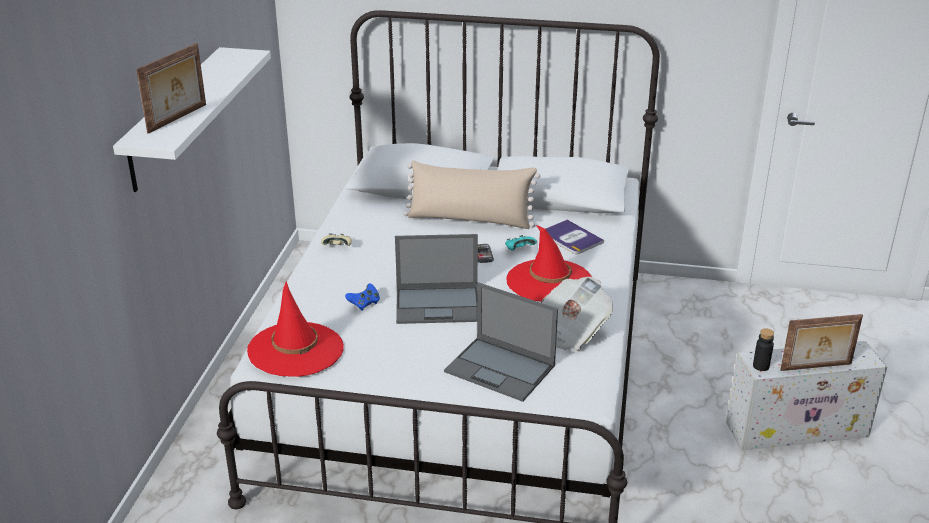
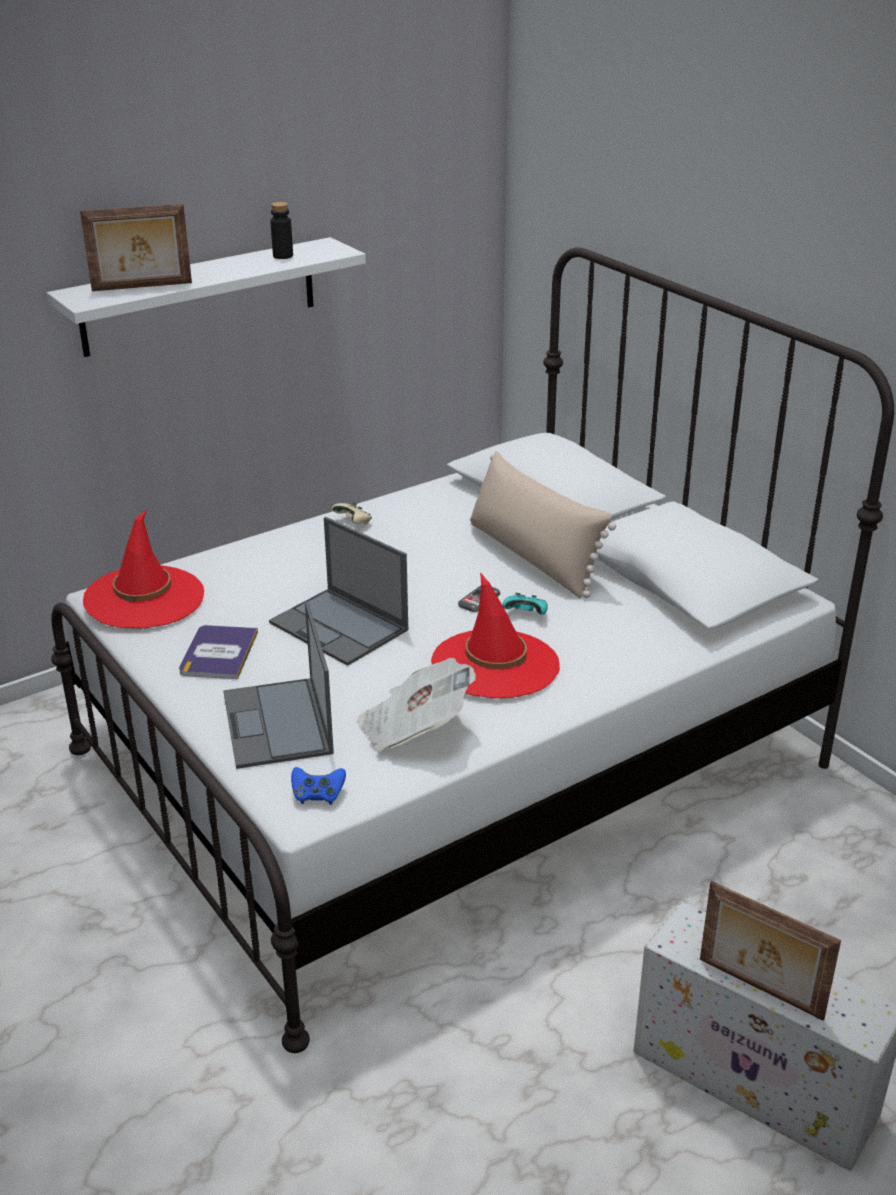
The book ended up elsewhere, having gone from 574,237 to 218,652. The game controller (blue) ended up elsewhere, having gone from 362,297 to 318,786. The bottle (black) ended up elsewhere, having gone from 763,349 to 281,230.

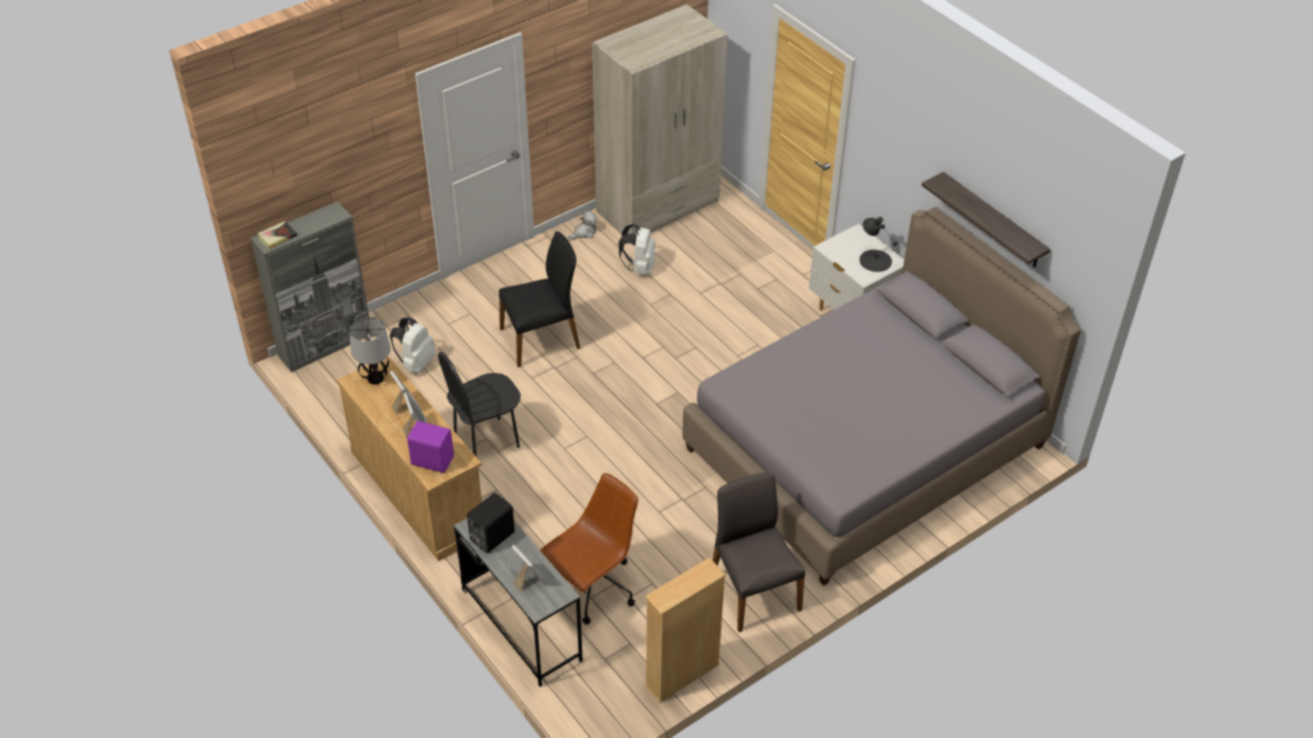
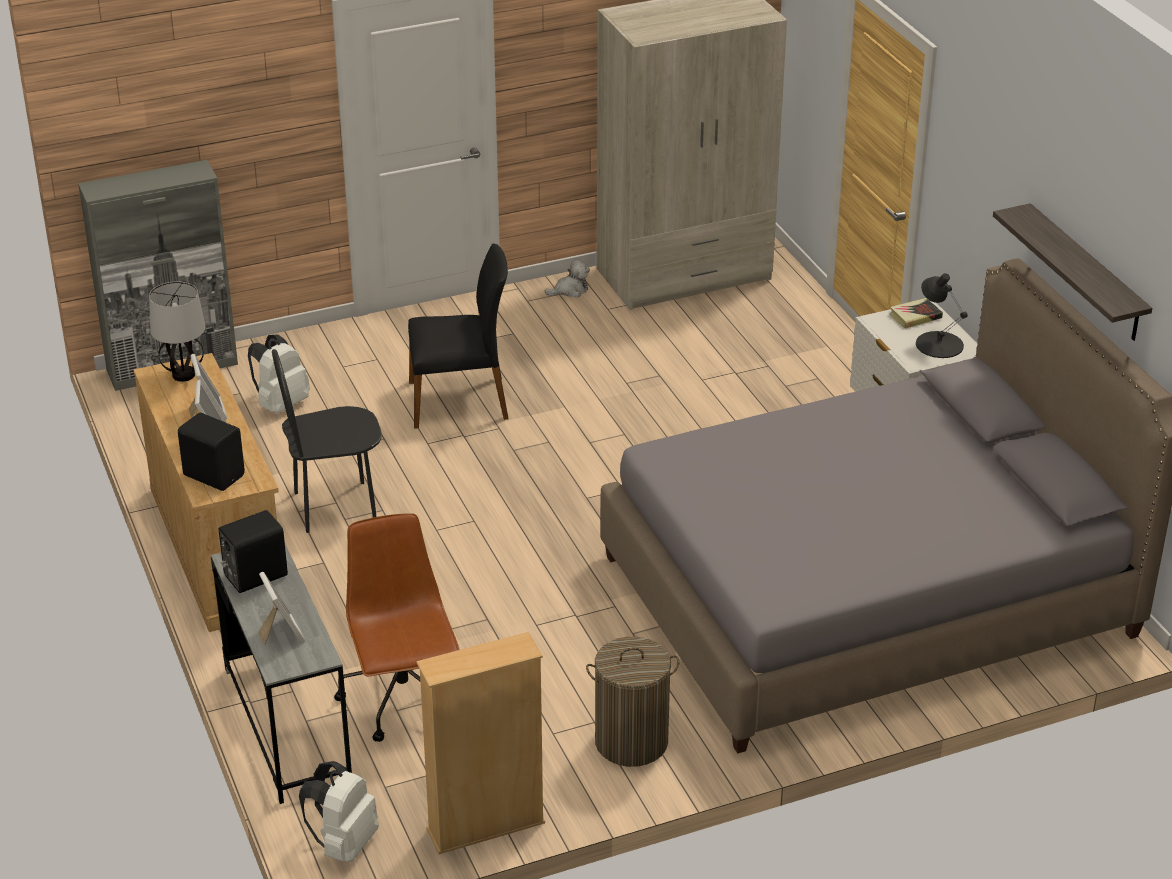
The book ended up elsewhere, having gone from 277,235 to 916,313. The backpack (white) ended up elsewhere, having gone from 637,249 to 339,811. What was the speaker (purple) at 430,447 turned into the speaker (black) at 211,452. Where the chair (grey) stood at 758,552, the laundry basket came to stand at 632,702. The office chair (brown) at 589,549 ended up facing another way, 75 degrees counterclockwise from before.

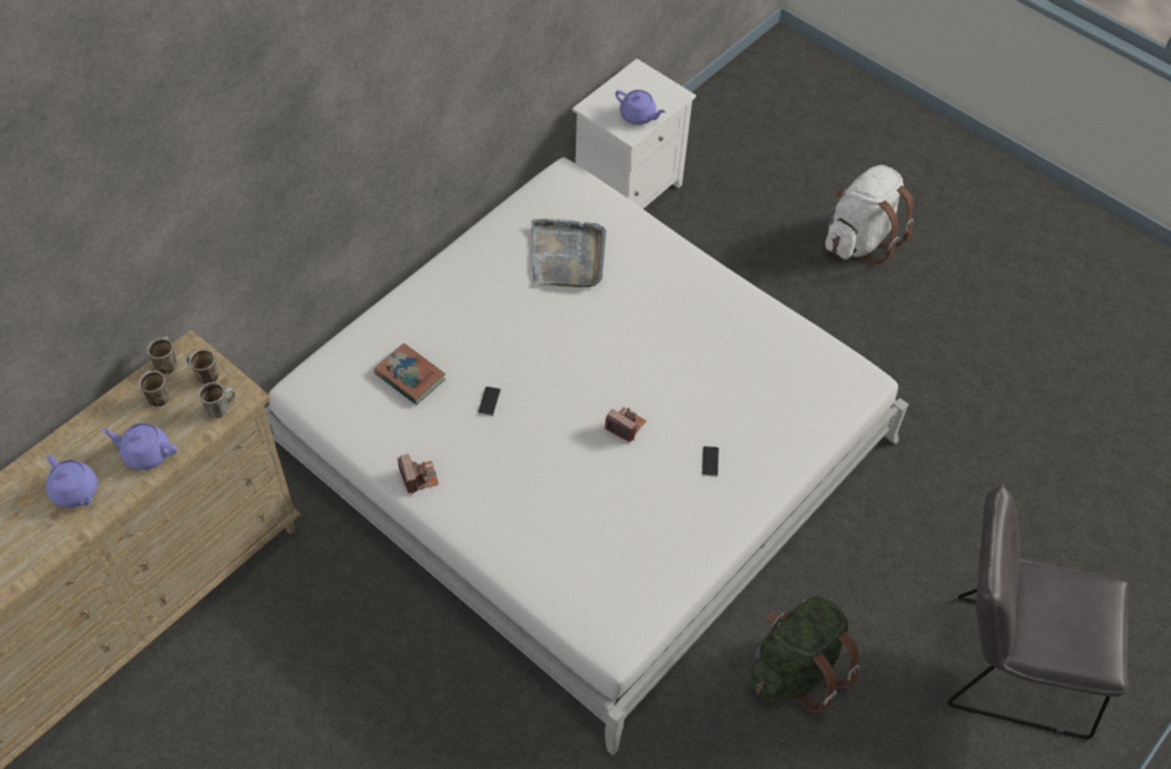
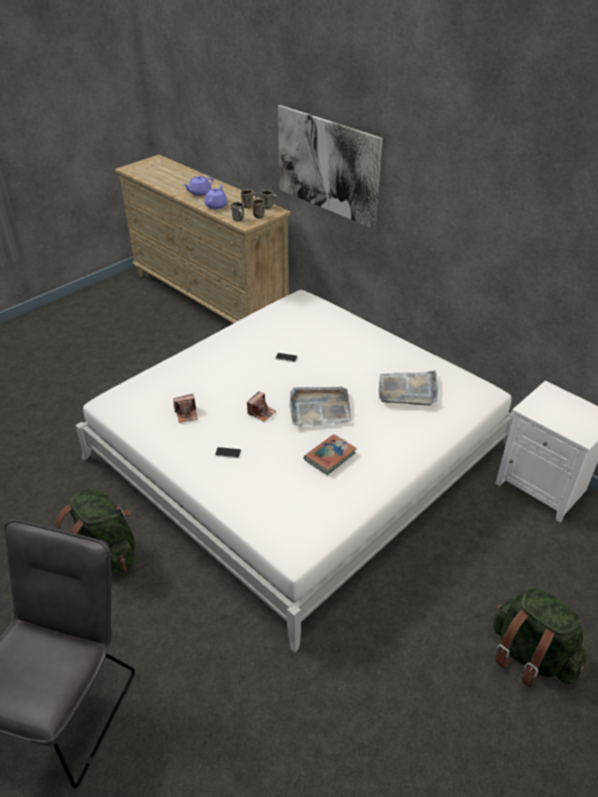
The second view lost the teapot (purple) at 640,107. What was the backpack (white) at 869,215 turned into the backpack (green) at 540,637. The book ended up elsewhere, having gone from 409,374 to 330,454. The photo camera ended up elsewhere, having gone from 418,474 to 185,408. The second view gained the picture at 330,167. The second view gained the tray (grey) at 320,406.

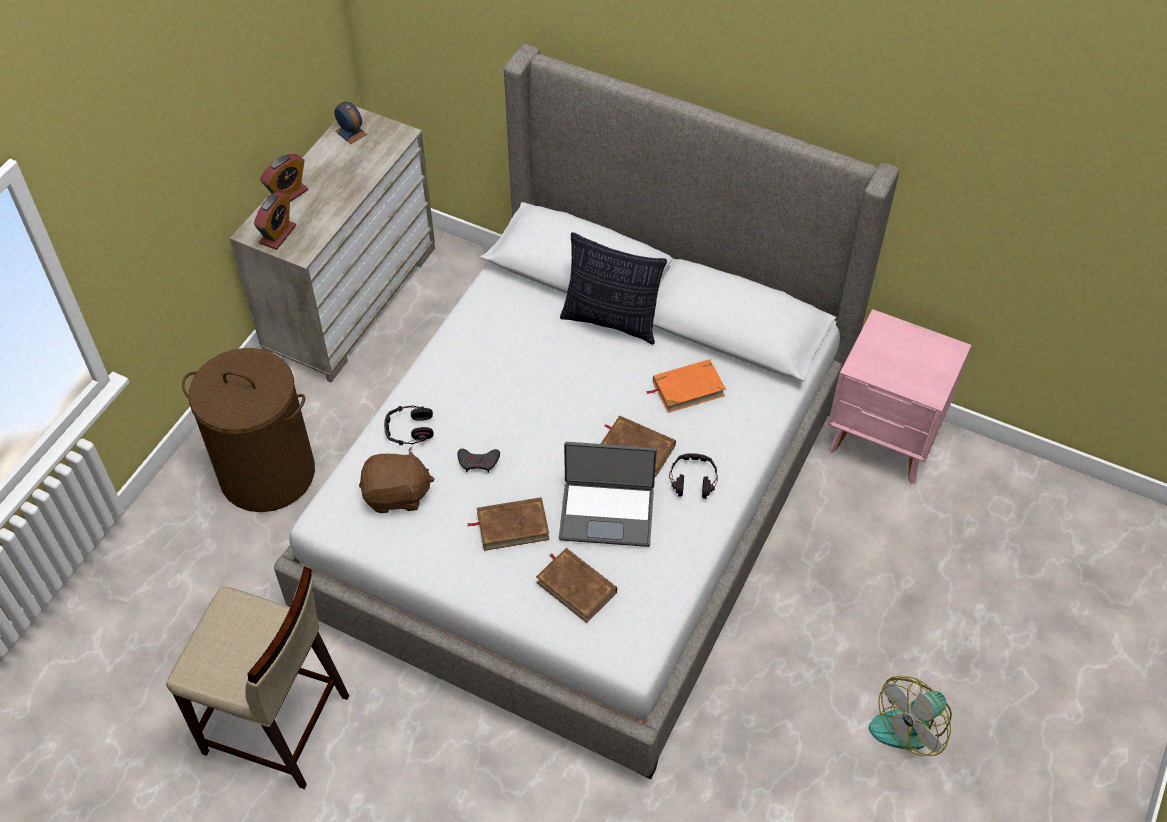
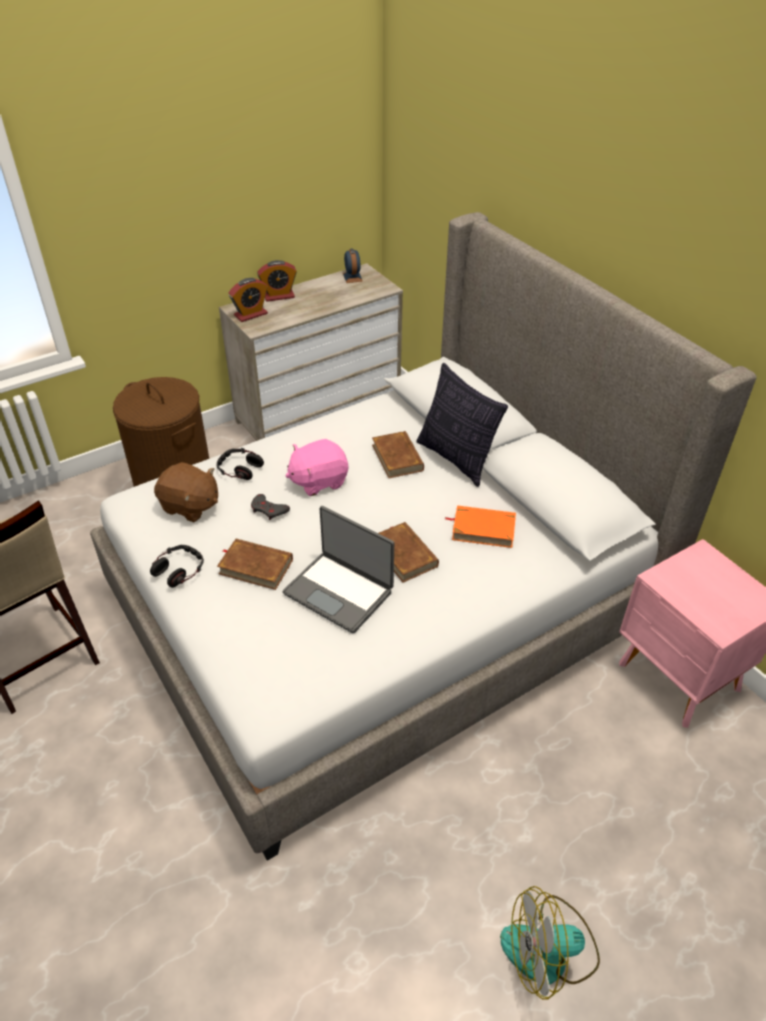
The headphones ended up elsewhere, having gone from 693,476 to 177,566. The book (brown) ended up elsewhere, having gone from 576,585 to 398,454. The second view gained the plush toy (pink) at 317,467.

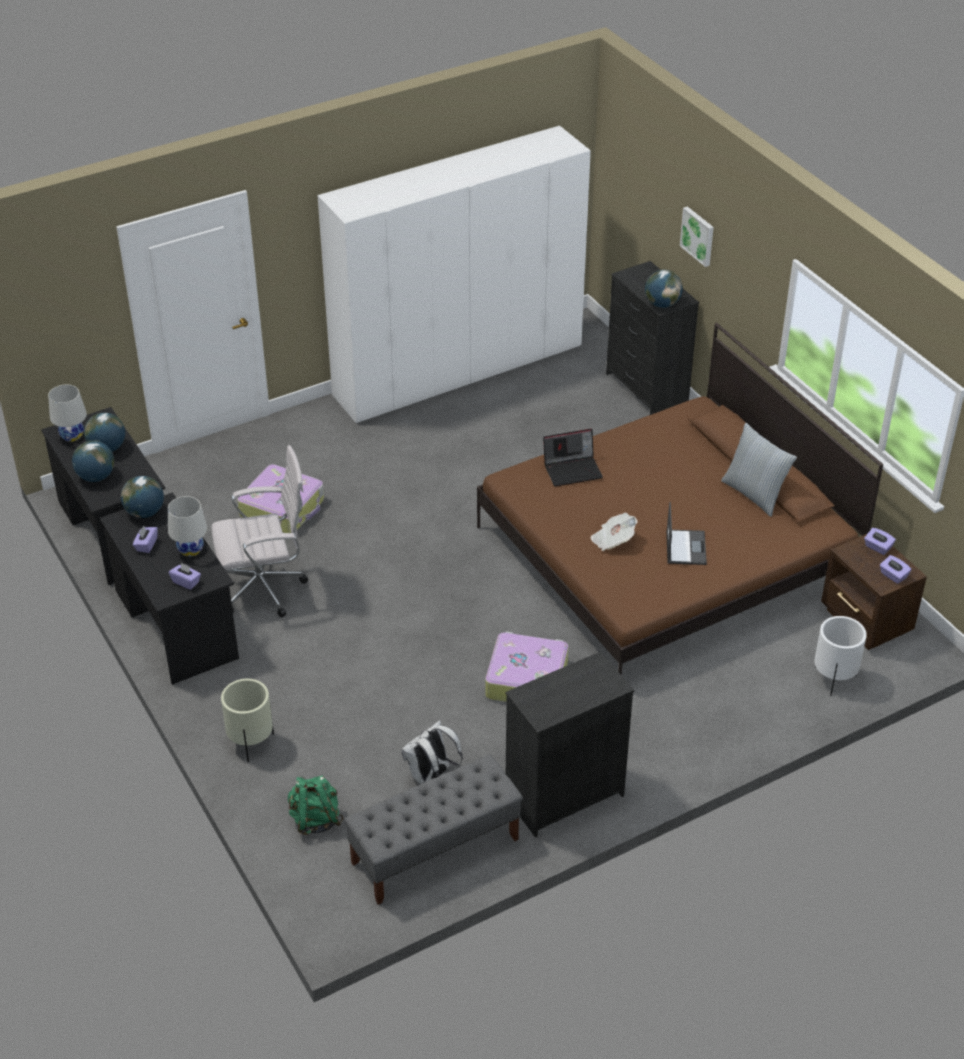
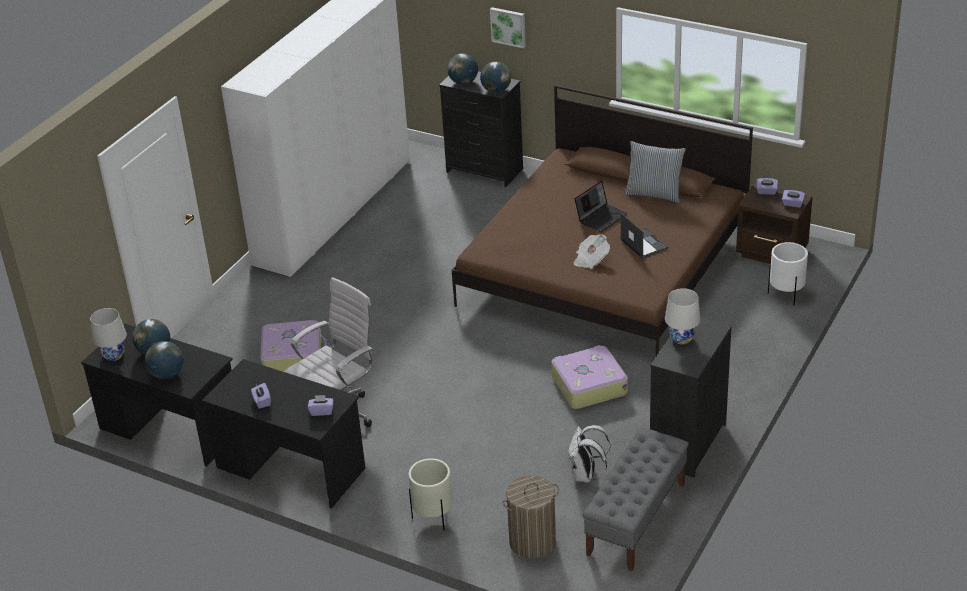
The laptop ended up elsewhere, having gone from 573,457 to 601,206. The globe ended up elsewhere, having gone from 142,497 to 462,69. The table lamp (white) ended up elsewhere, having gone from 187,526 to 683,316. Where the backpack (green) stood at 316,805, the laundry basket came to stand at 530,517.

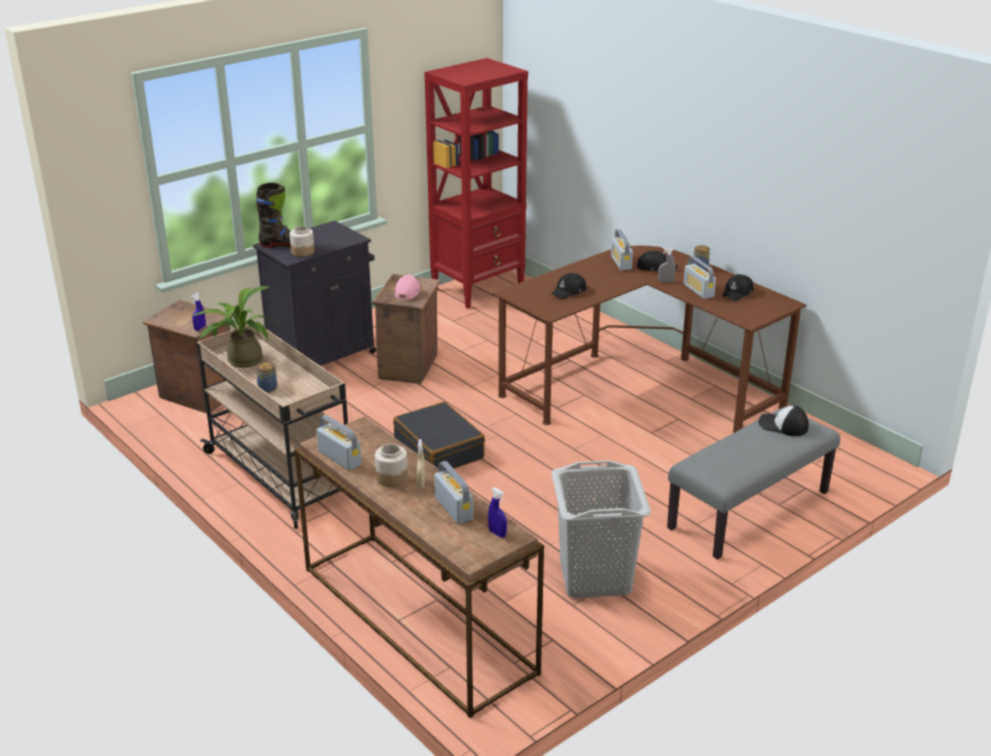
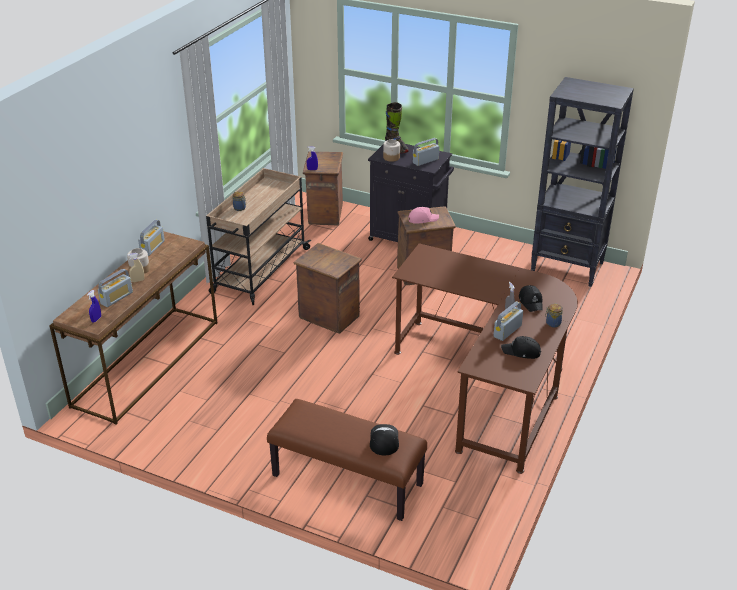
What was the bookcase (red) at 476,183 turned into the bookcase (black) at 582,182. The radio ended up elsewhere, having gone from 622,249 to 426,152. The second view lost the cap (black) at 568,286. The second view lost the potted plant at 234,327. Where the suitcase (black) stood at 439,435, the crate came to stand at 327,288. What was the bench (grey) at 753,483 turned into the bench (brown) at 347,460. The second view lost the laundry basket (grey) at 601,529.

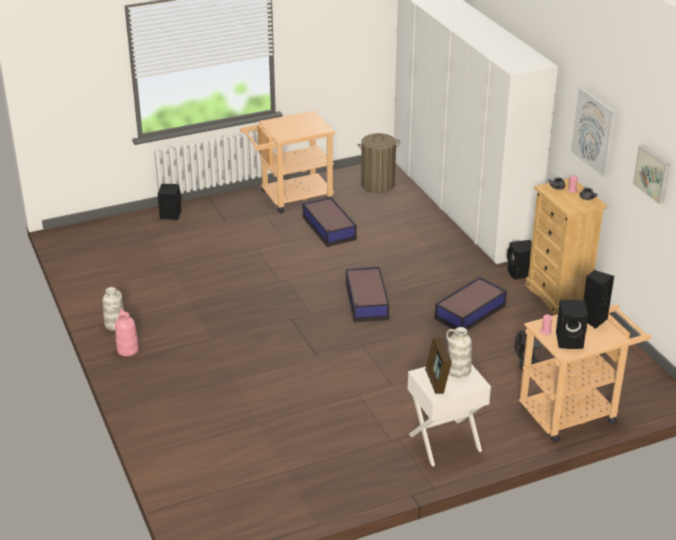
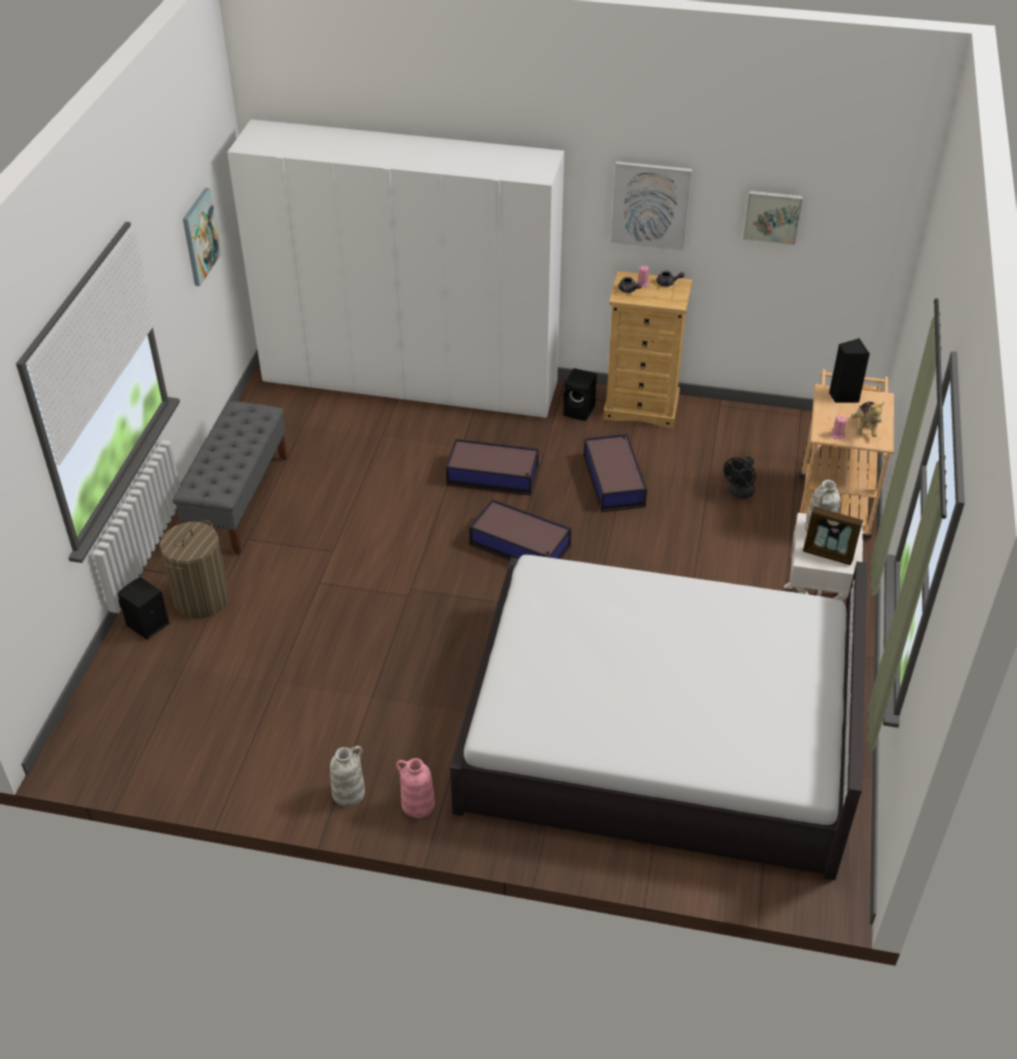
Where the cart (beige) stood at 287,162, the bench (grey) came to stand at 230,478. The laundry basket ended up elsewhere, having gone from 379,163 to 194,569. The storage box ended up elsewhere, having gone from 330,222 to 492,467. Where the speaker (black) stood at 572,324, the plush toy came to stand at 868,419. The second view gained the picture at 202,237. The second view gained the bed (white) at 658,717.

